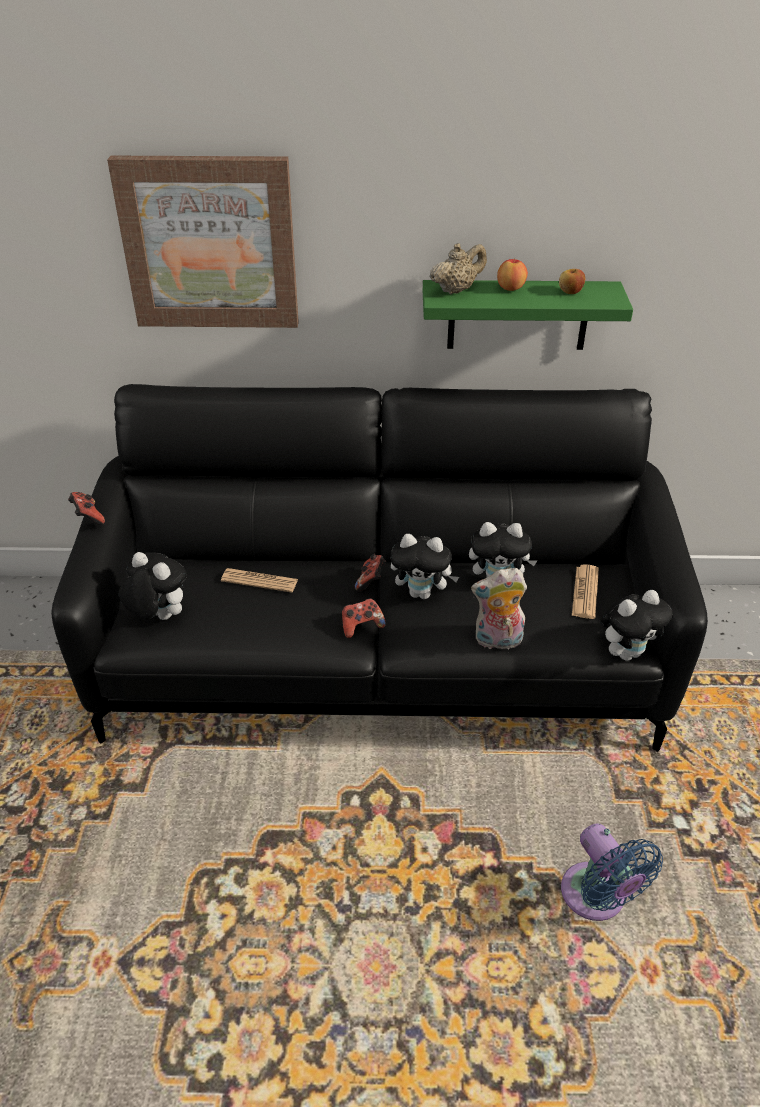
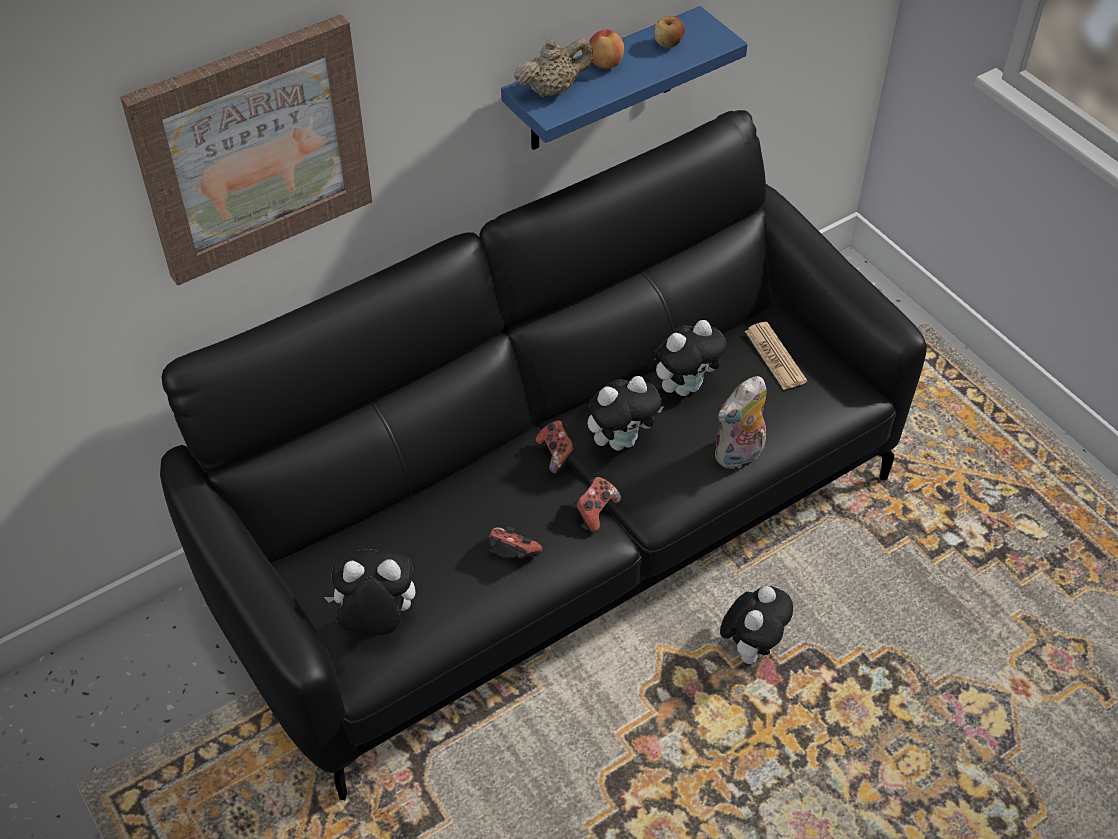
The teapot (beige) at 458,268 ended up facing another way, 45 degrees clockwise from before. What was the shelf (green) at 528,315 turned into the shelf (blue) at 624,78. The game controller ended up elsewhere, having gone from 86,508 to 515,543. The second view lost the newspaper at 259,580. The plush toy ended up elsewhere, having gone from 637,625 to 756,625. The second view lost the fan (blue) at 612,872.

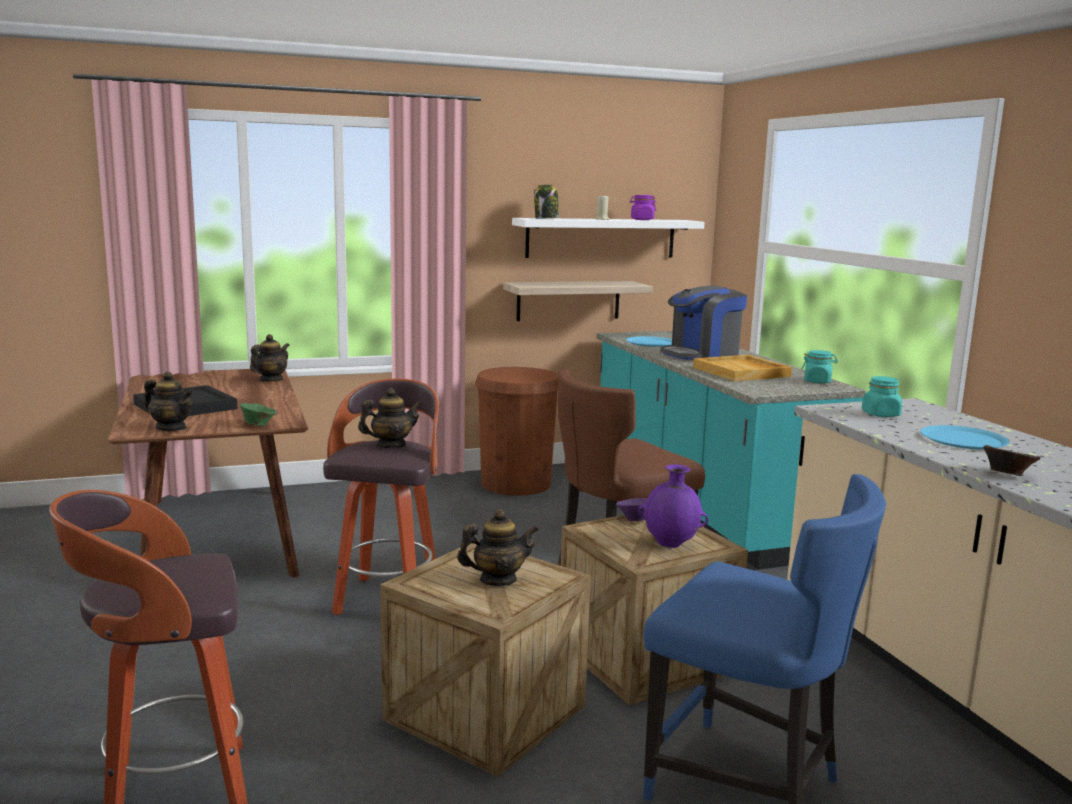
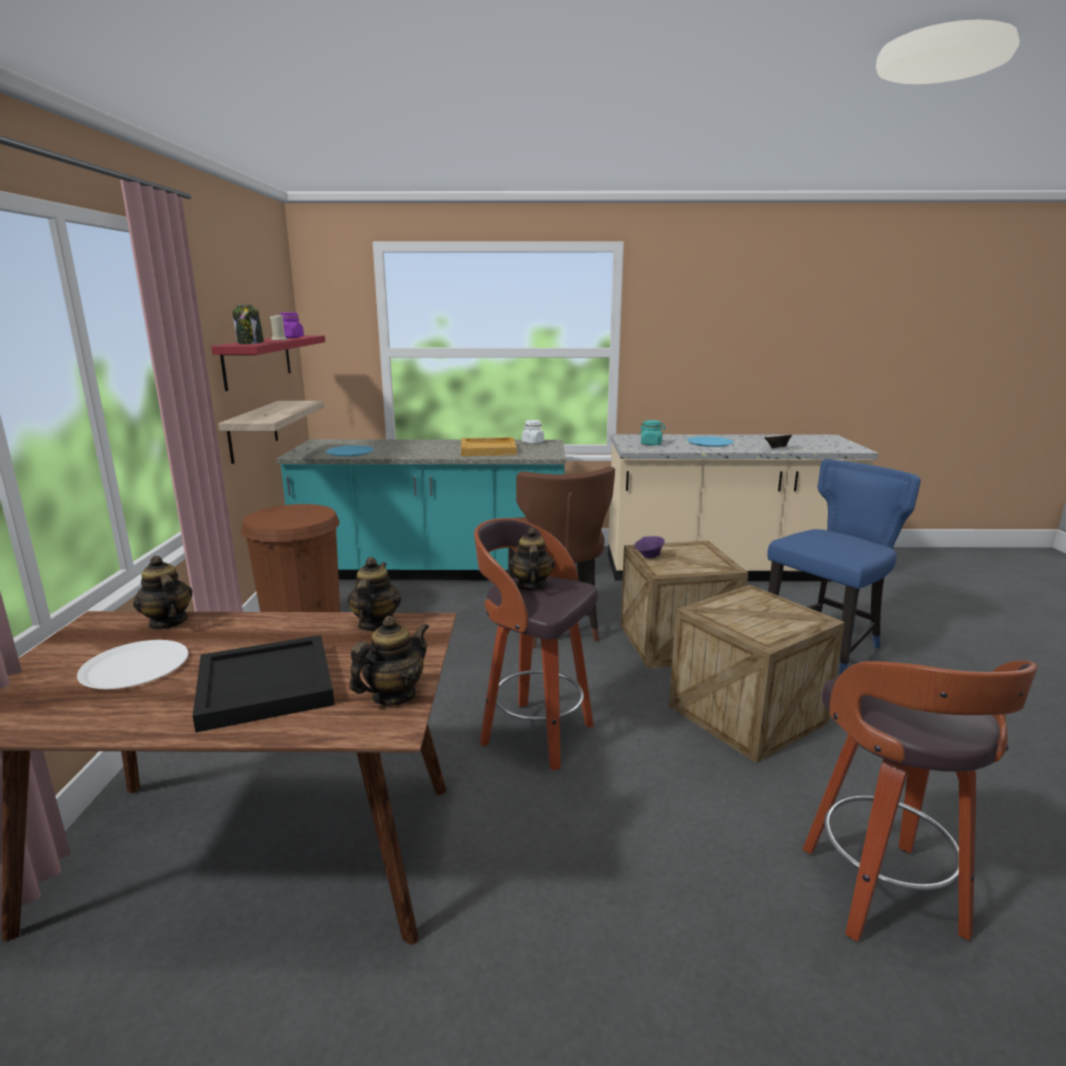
What was the shelf (white) at 608,238 turned into the shelf (red) at 268,363. The second view lost the coffee machine at 703,322. What was the jar (turquoise) at 820,366 turned into the jar (white) at 533,432. The second view lost the bowl (green) at 258,414. The second view lost the vase (purple) at 673,506. The teapot ended up elsewhere, having gone from 498,547 to 374,594. The second view gained the plate (white) at 132,664.

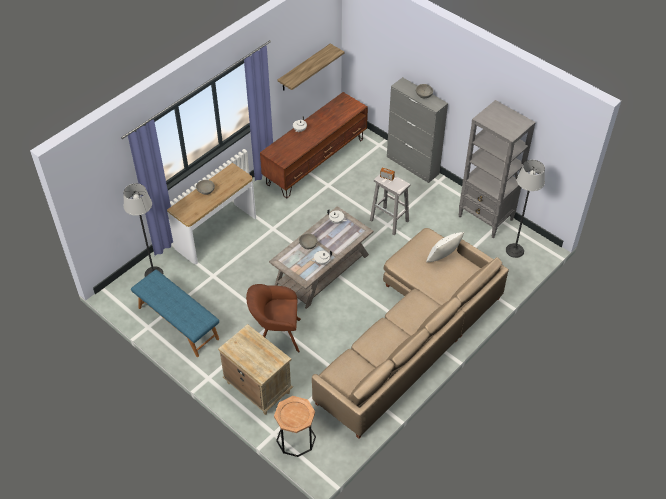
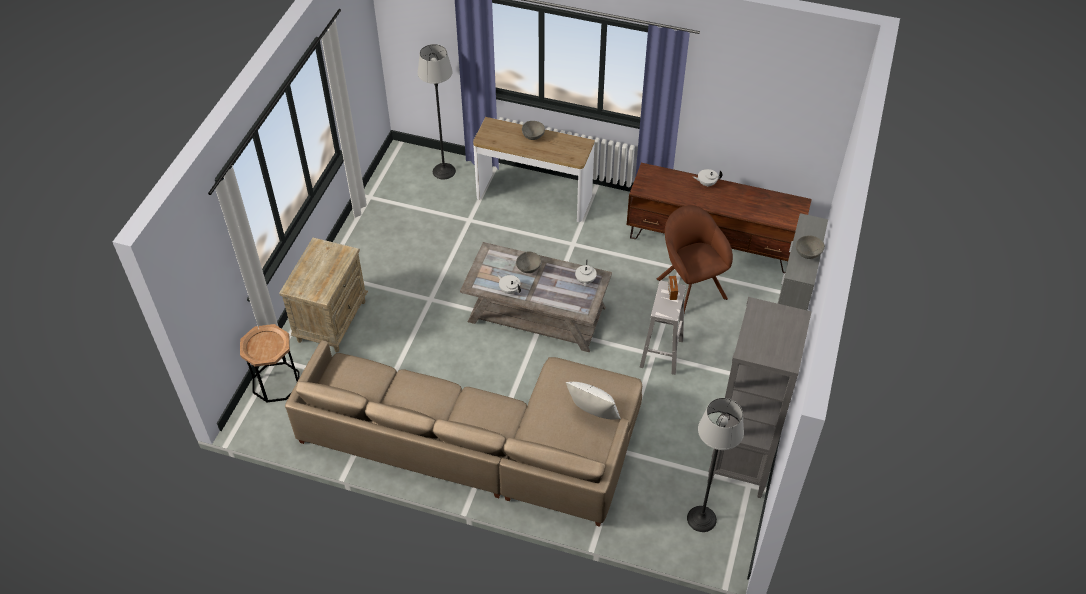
The second view lost the shelf at 311,67. The second view lost the bench (blue) at 175,313. The armchair (brown) ended up elsewhere, having gone from 273,318 to 694,259.

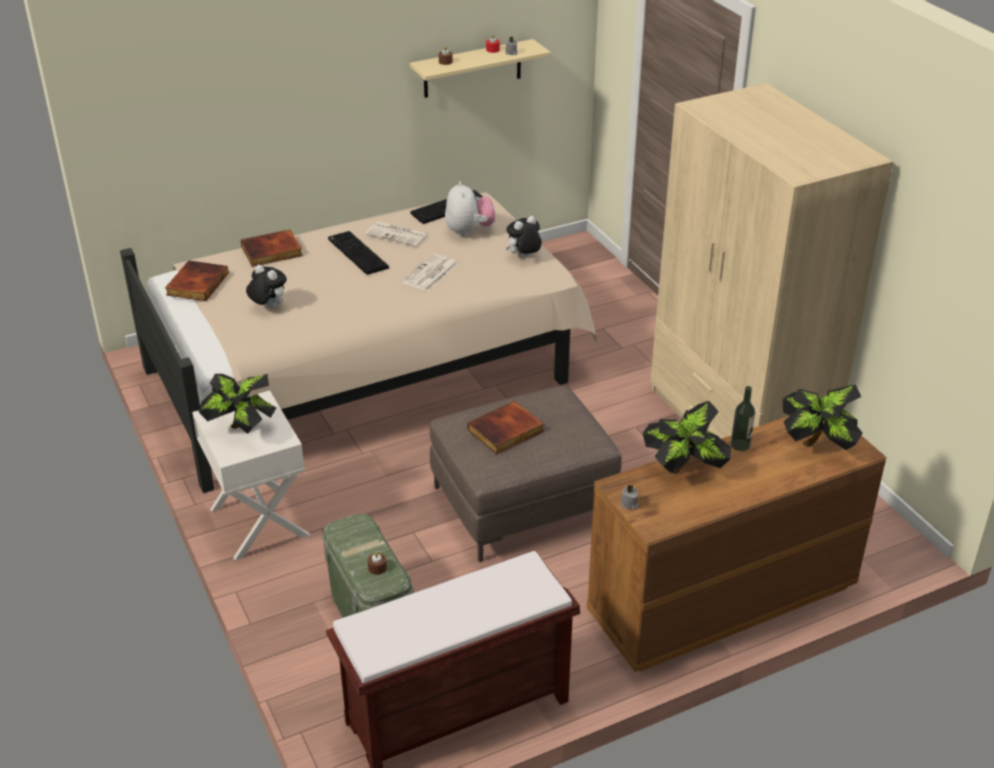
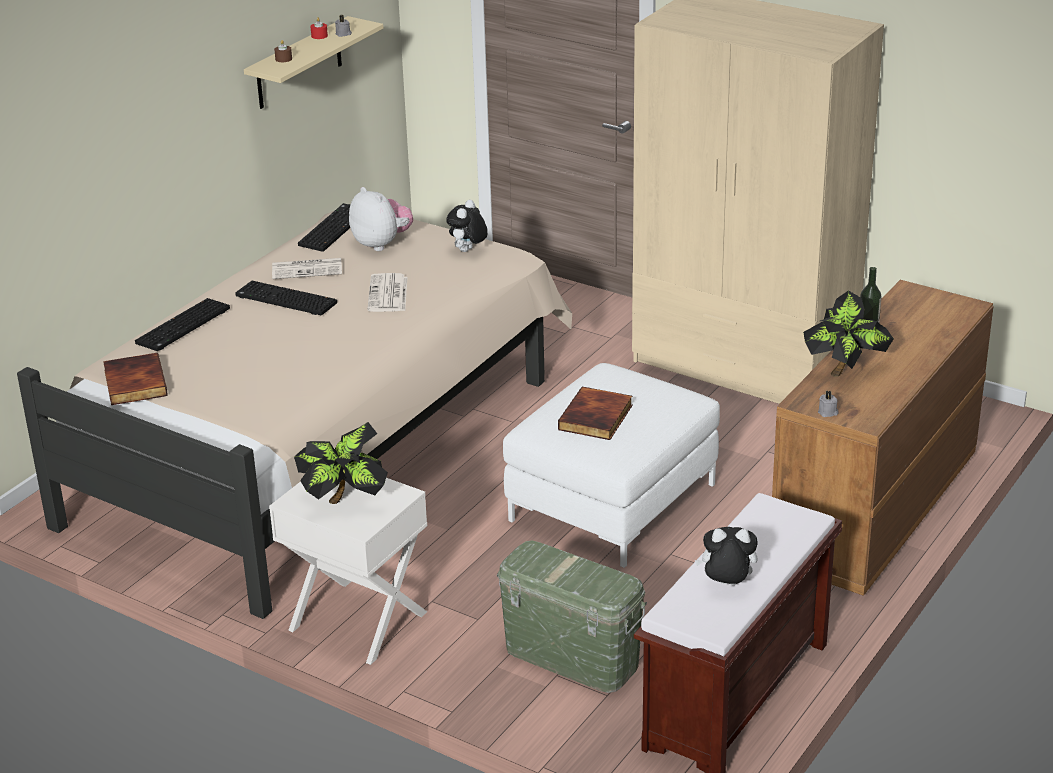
Where the book stood at 272,248, the keyboard came to stand at 182,324. The plush toy ended up elsewhere, having gone from 266,287 to 726,556. The second view lost the potted plant at 823,417. What was the ottoman (brown) at 526,474 turned into the ottoman (white) at 611,465. The second view lost the candle (brown) at 377,563.

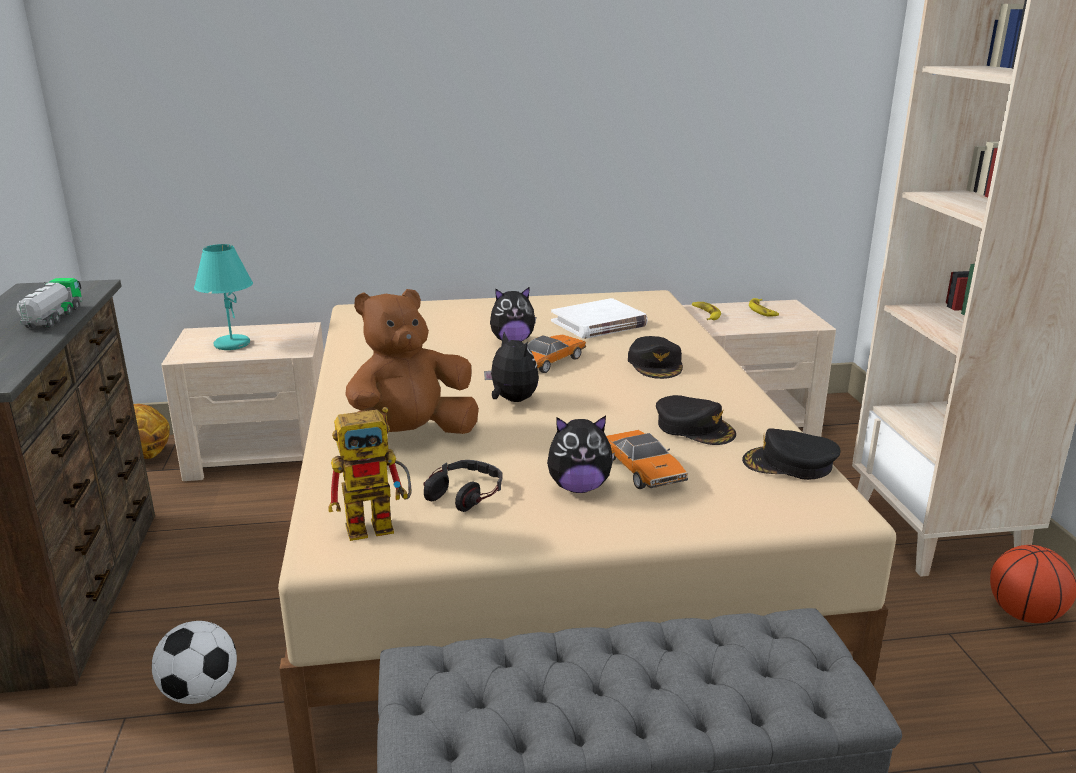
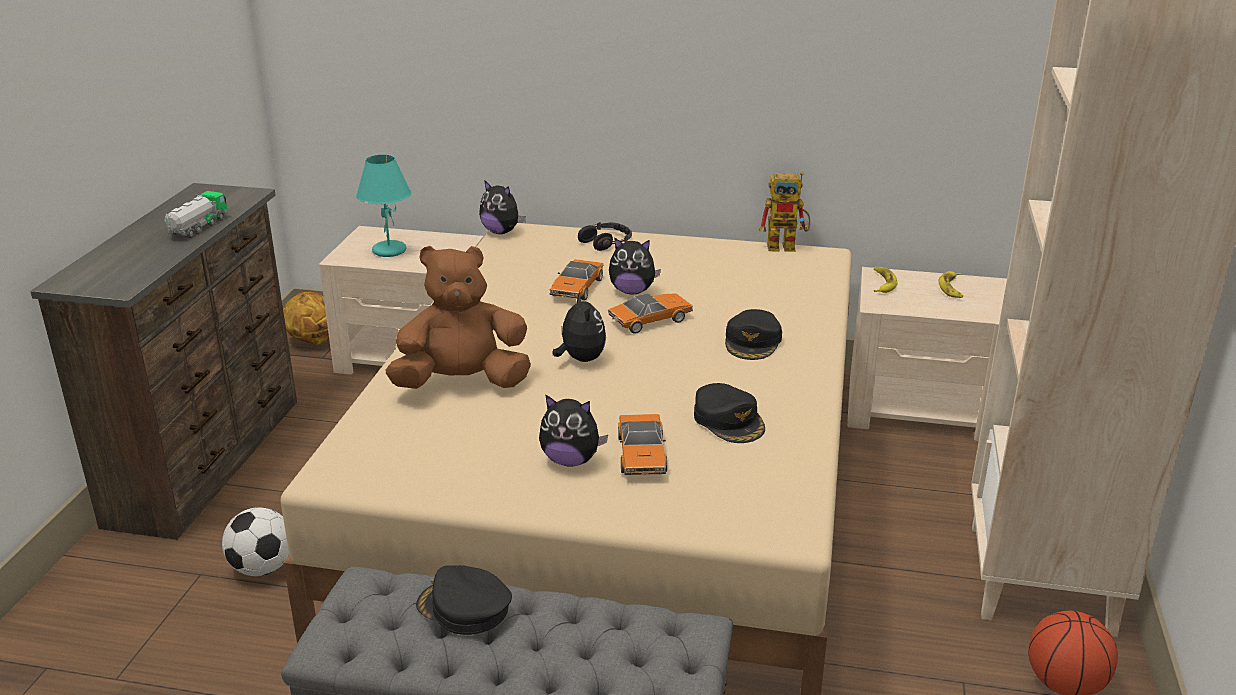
The second view lost the book (white) at 599,318. The toy robot ended up elsewhere, having gone from 369,474 to 784,212. The cap (black) ended up elsewhere, having gone from 791,454 to 464,600. The headphones ended up elsewhere, having gone from 463,486 to 605,236. The second view gained the plush toy at 502,207. The second view gained the toy car at 576,279.

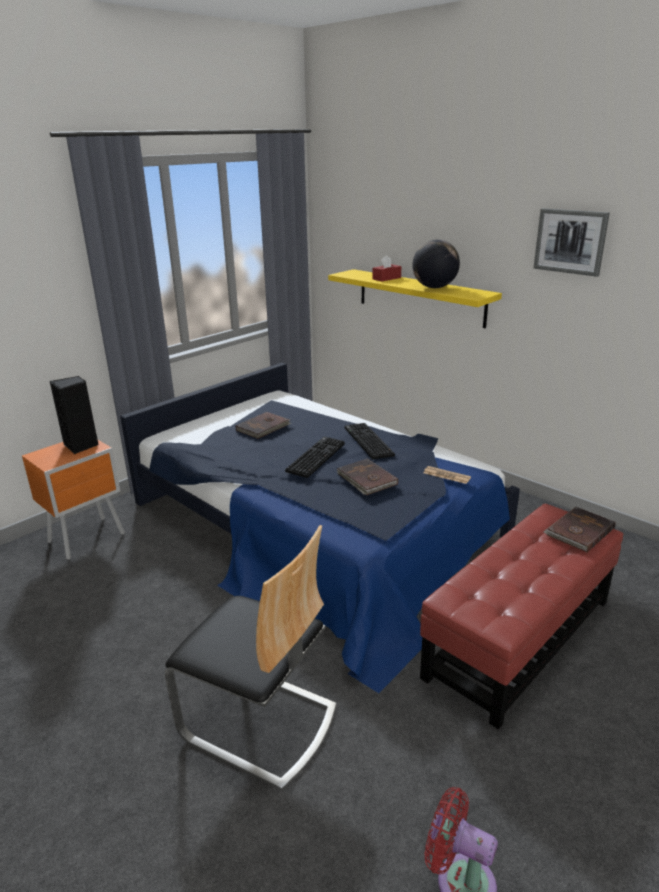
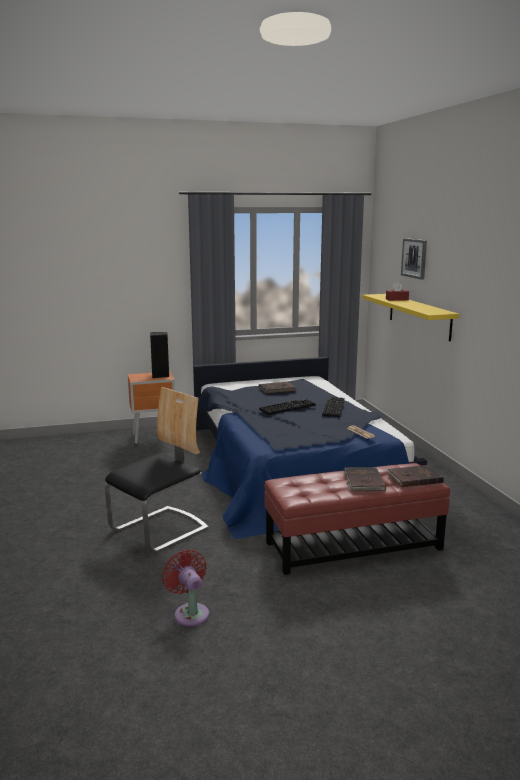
The picture ended up elsewhere, having gone from 572,242 to 414,259. The second view lost the globe at 436,263. The book (brown) ended up elsewhere, having gone from 367,476 to 365,479. The chair at 251,657 ended up facing another way, 105 degrees counterclockwise from before.

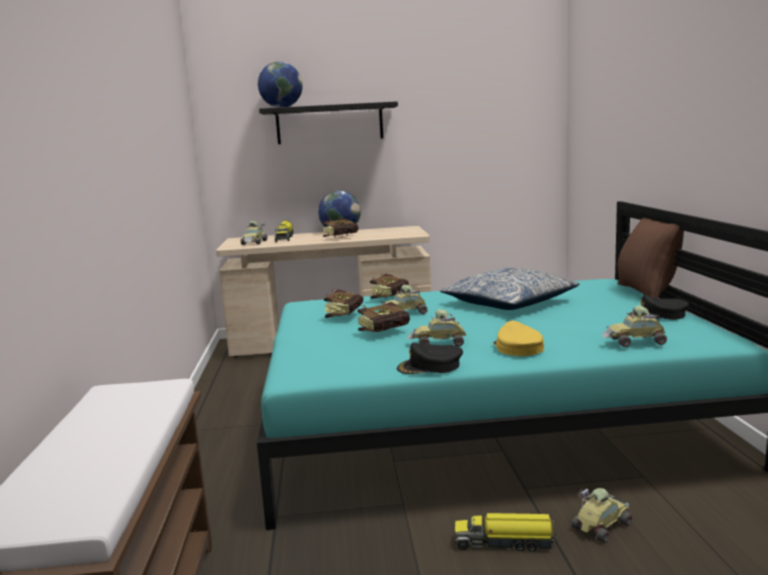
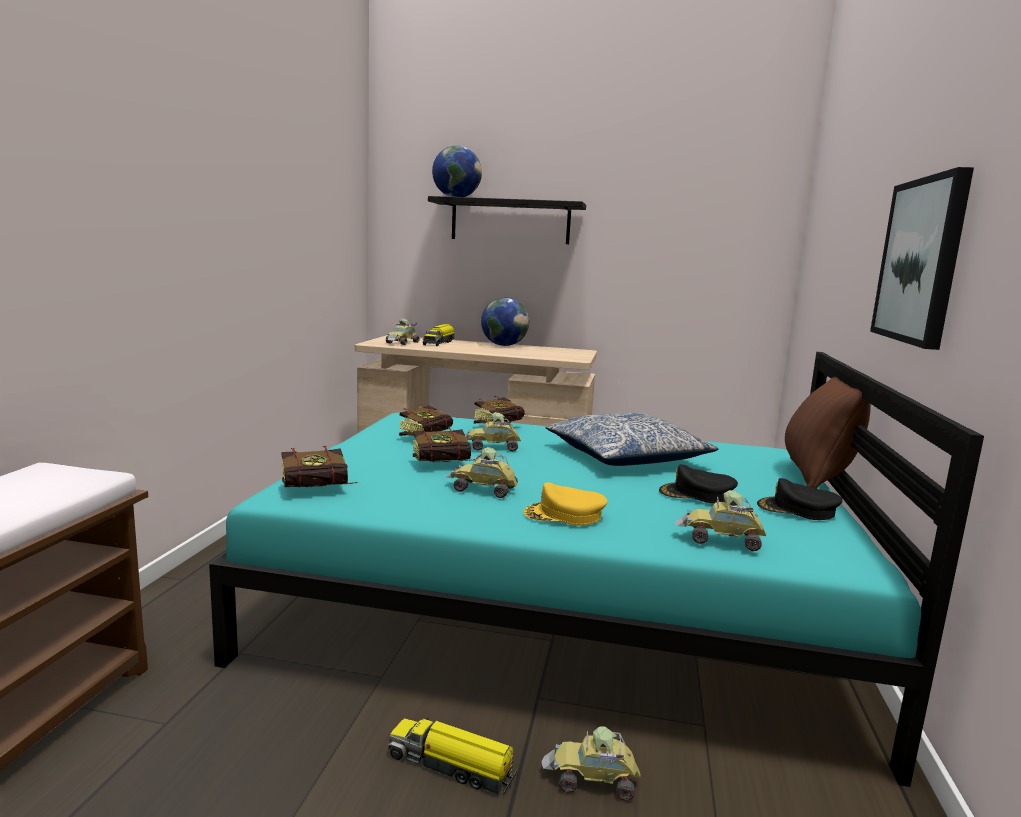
The book ended up elsewhere, having gone from 340,228 to 319,466. The cap (yellow) at 518,338 ended up facing another way, 90 degrees counterclockwise from before. The cap (black) ended up elsewhere, having gone from 430,358 to 698,483. The toy car at 602,515 ended up facing another way, 150 degrees counterclockwise from before. The second view gained the picture at 922,258.

